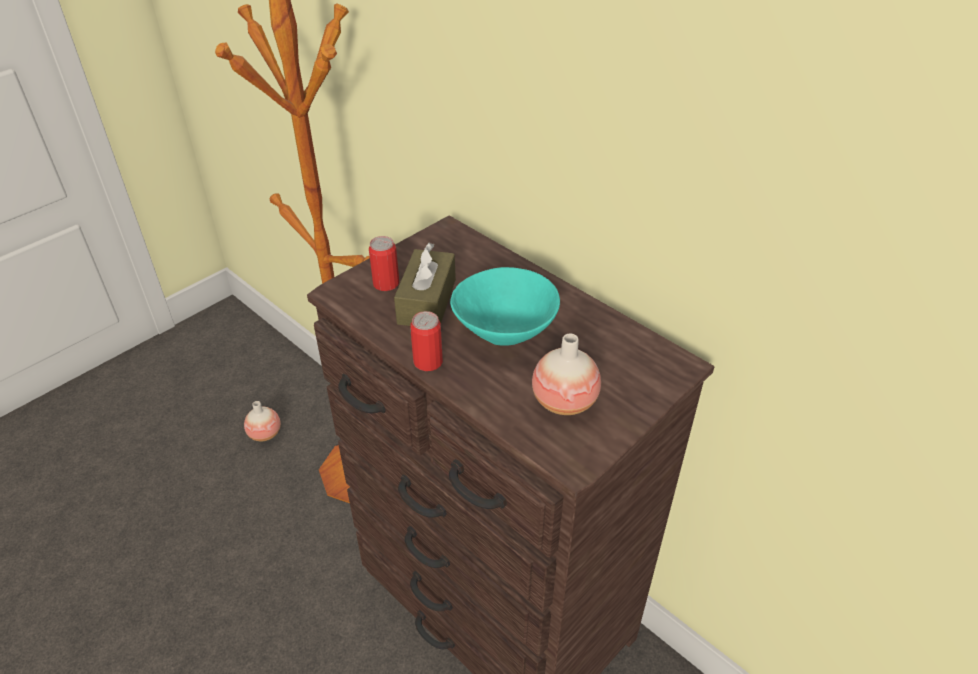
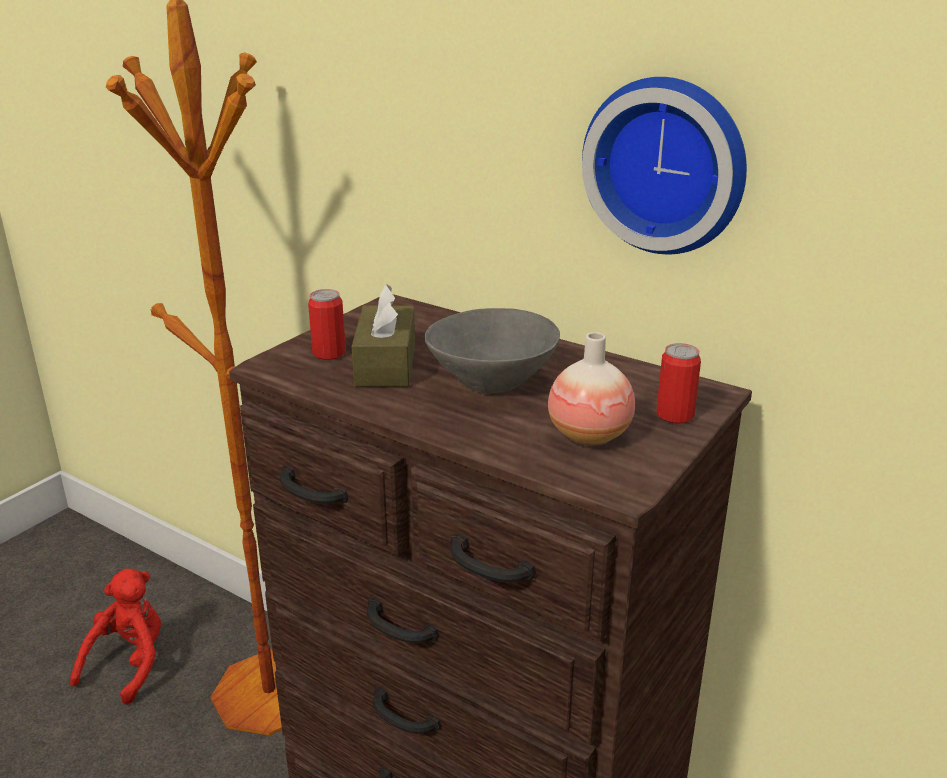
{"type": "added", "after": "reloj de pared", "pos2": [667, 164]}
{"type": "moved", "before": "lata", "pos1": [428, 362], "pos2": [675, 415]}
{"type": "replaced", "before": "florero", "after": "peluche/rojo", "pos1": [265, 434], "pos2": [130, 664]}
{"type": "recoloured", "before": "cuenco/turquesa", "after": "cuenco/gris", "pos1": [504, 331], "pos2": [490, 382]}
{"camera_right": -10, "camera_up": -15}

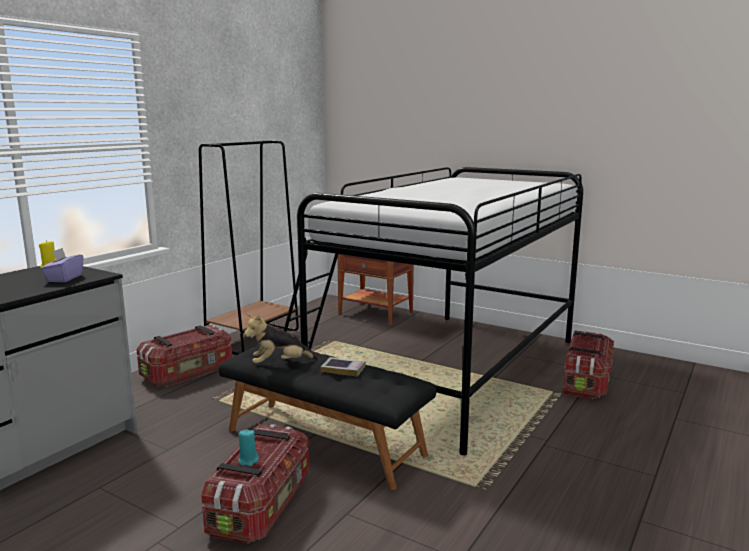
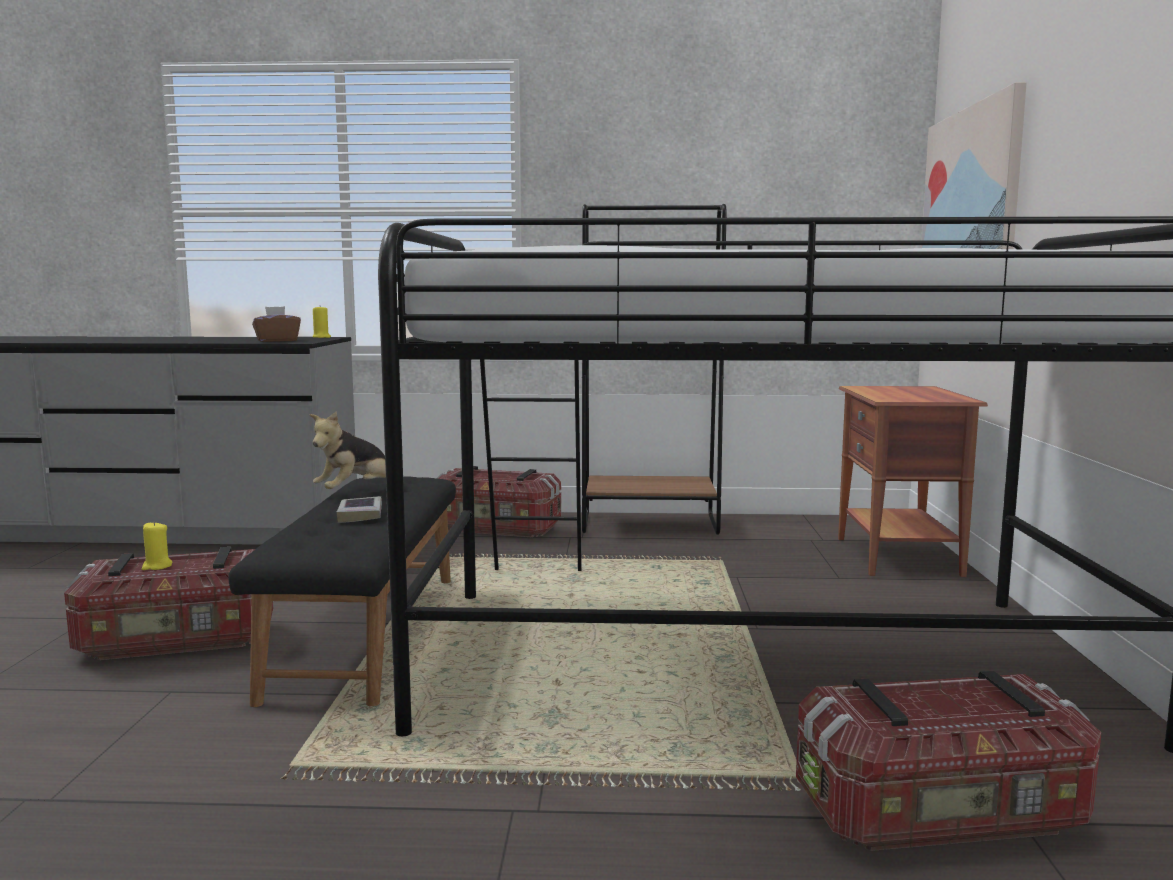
{"type": "added", "after": "cuadro", "pos2": [972, 184]}
{"type": "recoloured", "before": "caja de pañuelos/morado", "after": "caja de pañuelos/marrón", "pos1": [64, 278], "pos2": [277, 341]}
{"type": "recoloured", "before": "vela/turquesa", "after": "vela/amarillo", "pos1": [248, 461], "pos2": [157, 566]}
{"type": "turned", "before": "peluche", "pos1": [280, 364], "pos2": [356, 492], "turn": -90}
{"camera_right": 60, "camera_up": -5}

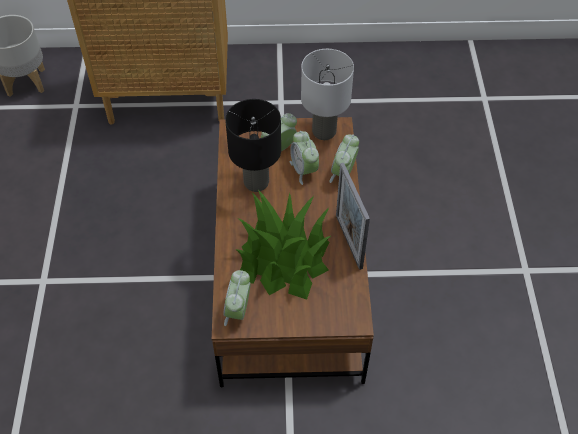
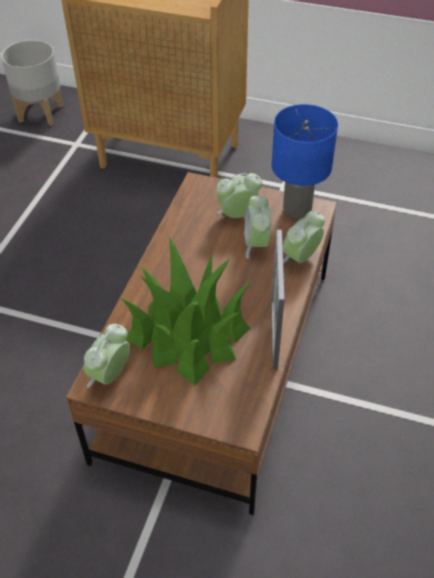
{"type": "removed", "before": "lámpara de mesa/negro", "pos1": [256, 182]}
{"type": "recoloured", "before": "lámpara de mesa/blanco", "after": "lámpara de mesa/azul", "pos1": [322, 133], "pos2": [295, 211]}
{"camera_right": 20, "camera_up": -5}

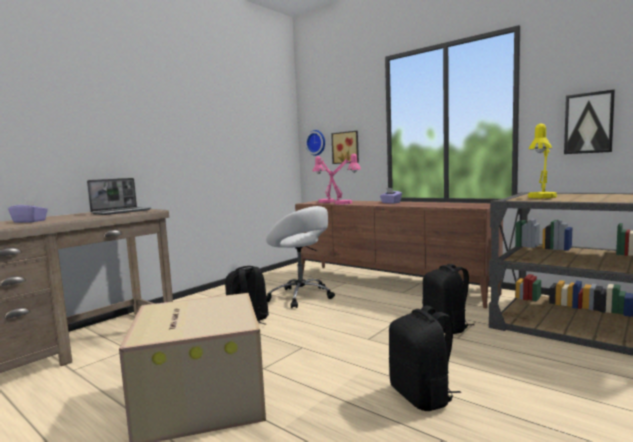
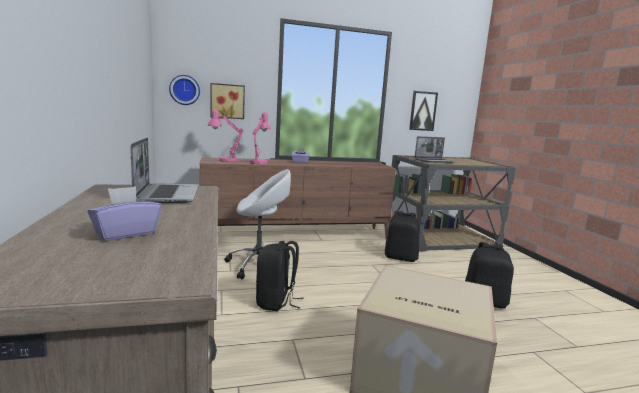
{"type": "replaced", "before": "lámpara de mesa/amarillo", "after": "portátil", "pos1": [541, 197], "pos2": [434, 161]}
{"camera_right": -55, "camera_up": 5}

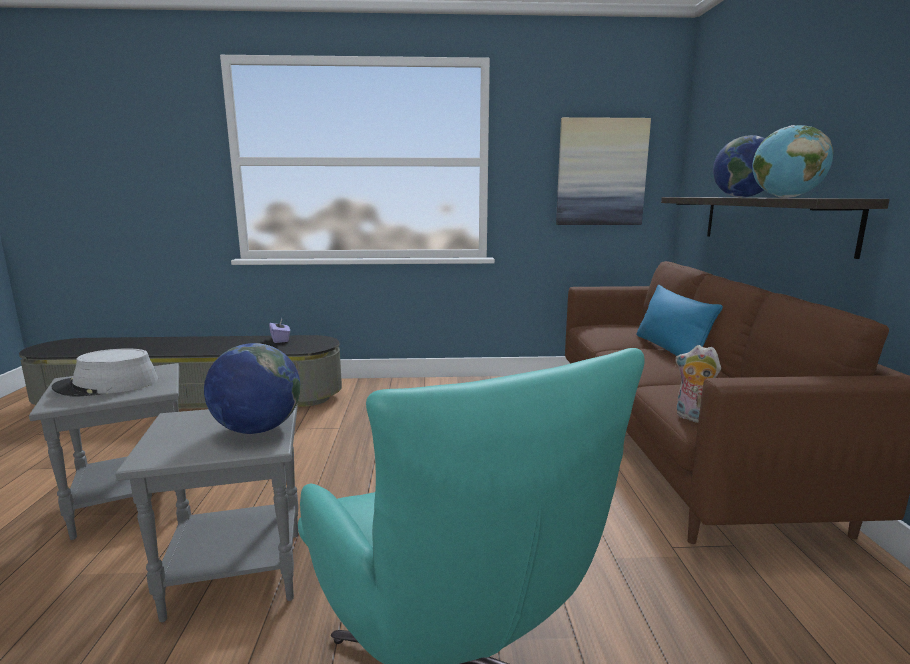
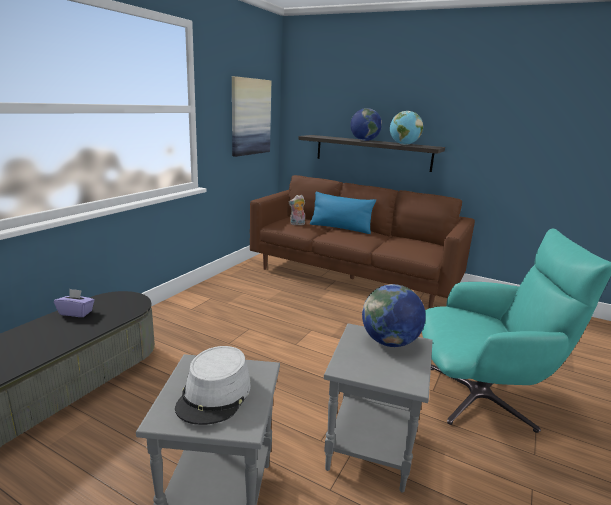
{"type": "moved", "before": "peluche", "pos1": [693, 418], "pos2": [297, 224]}
{"camera_right": -60, "camera_up": 5}

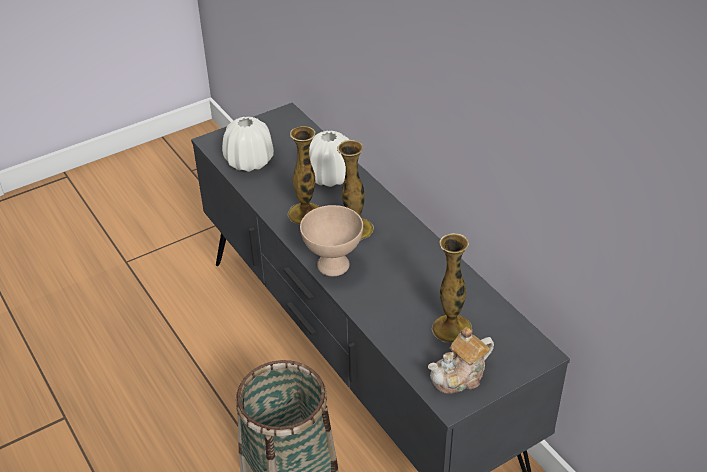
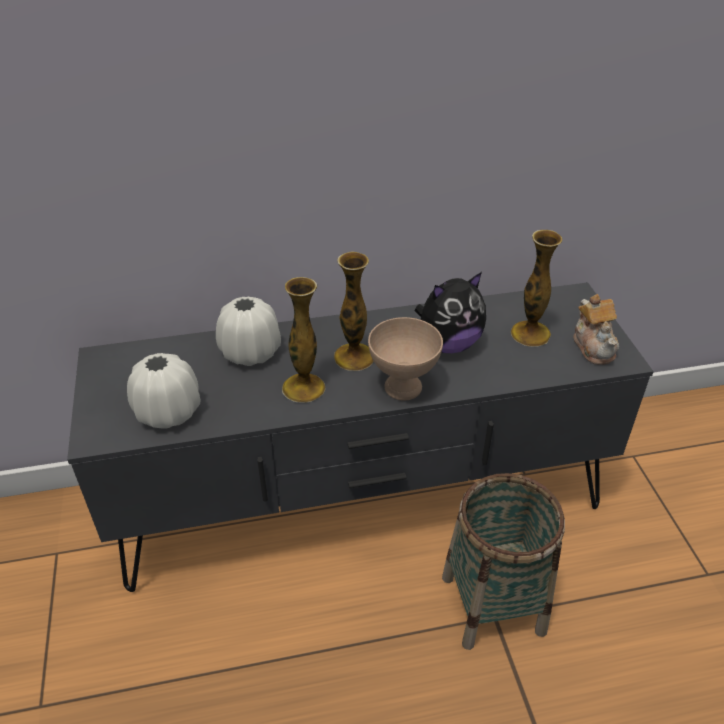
{"type": "added", "after": "peluche", "pos2": [448, 344]}
{"camera_right": -70, "camera_up": 0}

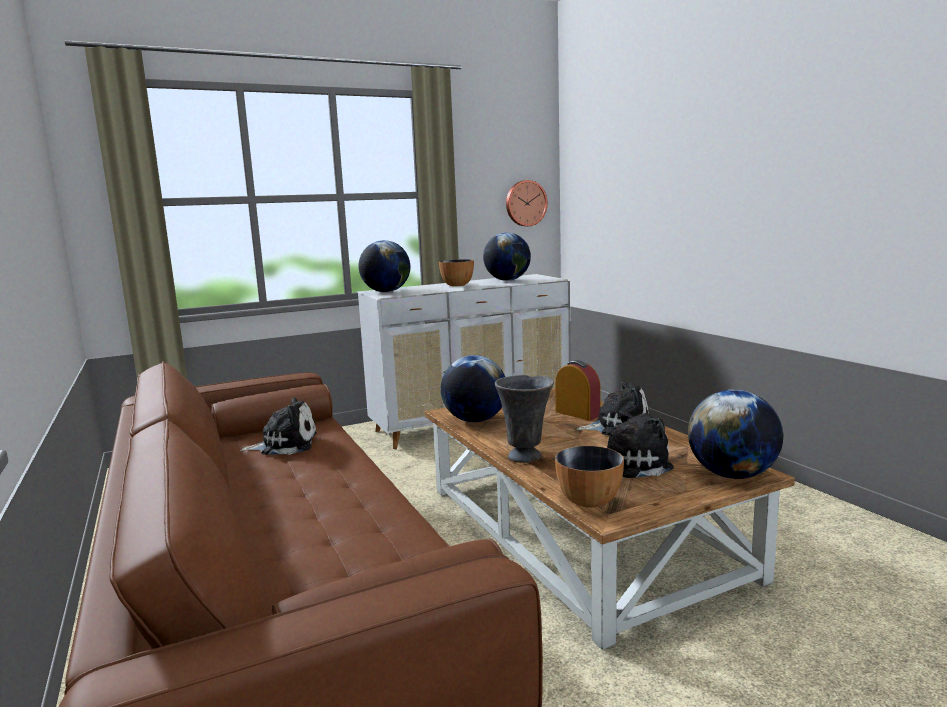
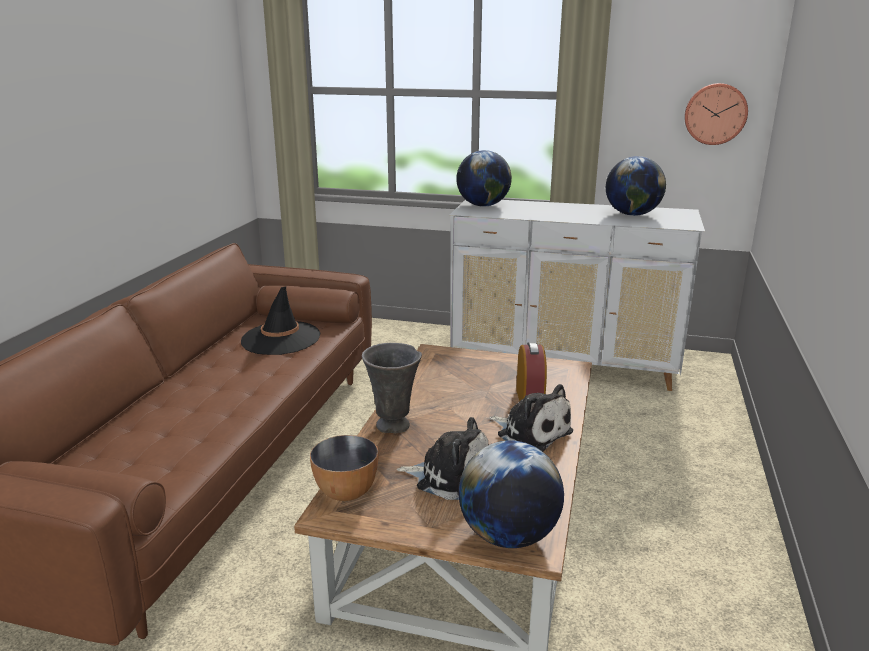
{"type": "removed", "before": "cuenco", "pos1": [457, 285]}
{"type": "removed", "before": "globo terráqueo", "pos1": [475, 420]}
{"type": "replaced", "before": "peluche", "after": "sombrero/negro", "pos1": [285, 445], "pos2": [281, 339]}
{"camera_right": 40, "camera_up": 10}

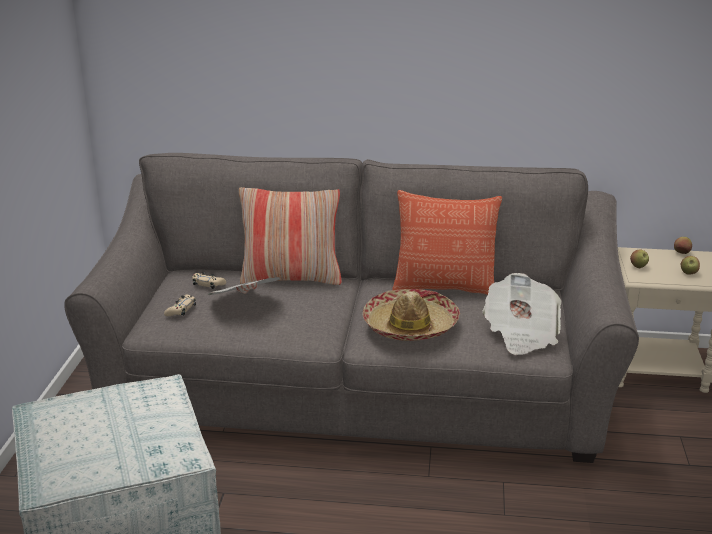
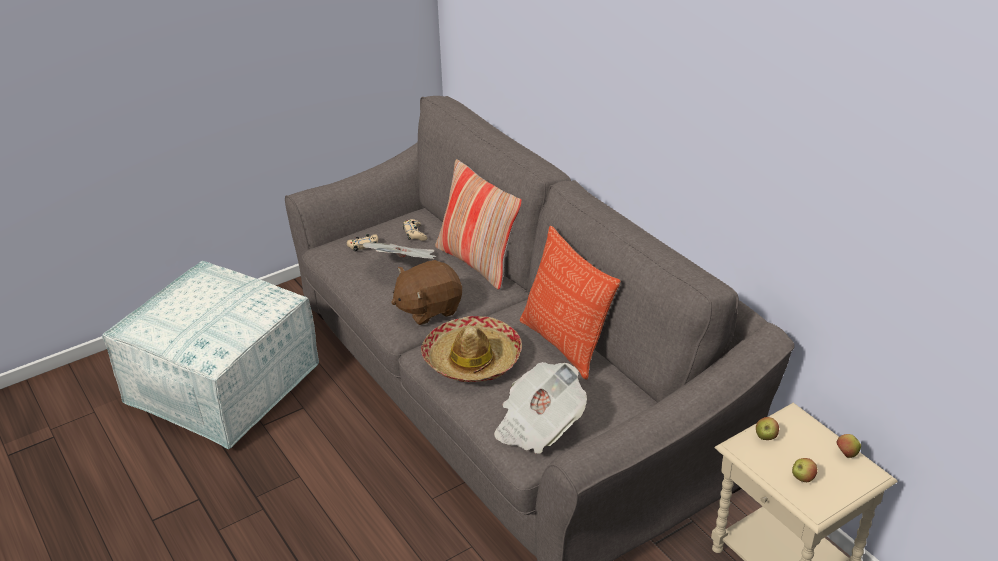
{"type": "added", "after": "peluche/marrón", "pos2": [428, 308]}
{"camera_right": 50, "camera_up": 10}

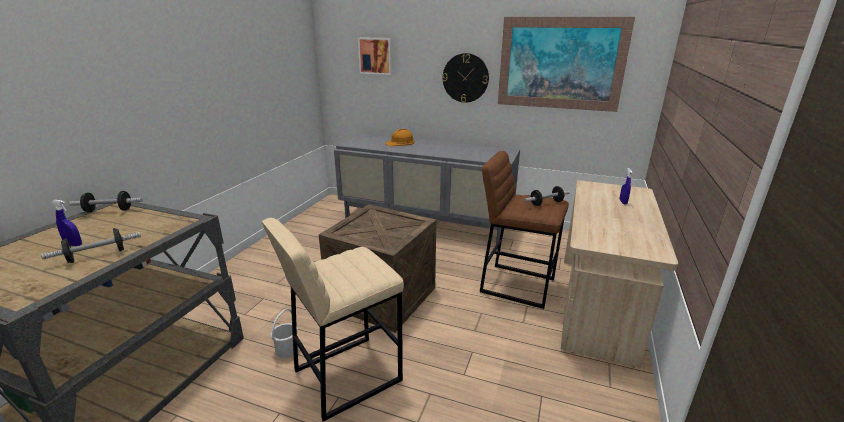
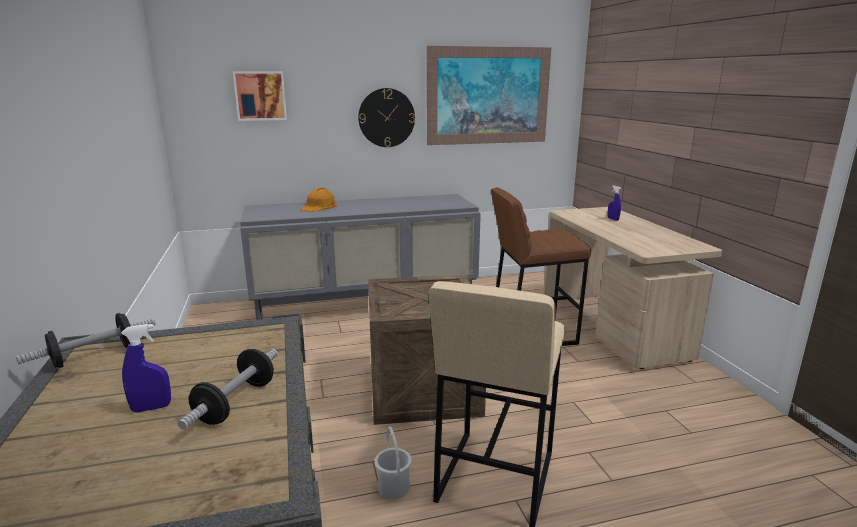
{"type": "removed", "before": "mancuerna", "pos1": [546, 203]}
{"camera_right": -35, "camera_up": -5}

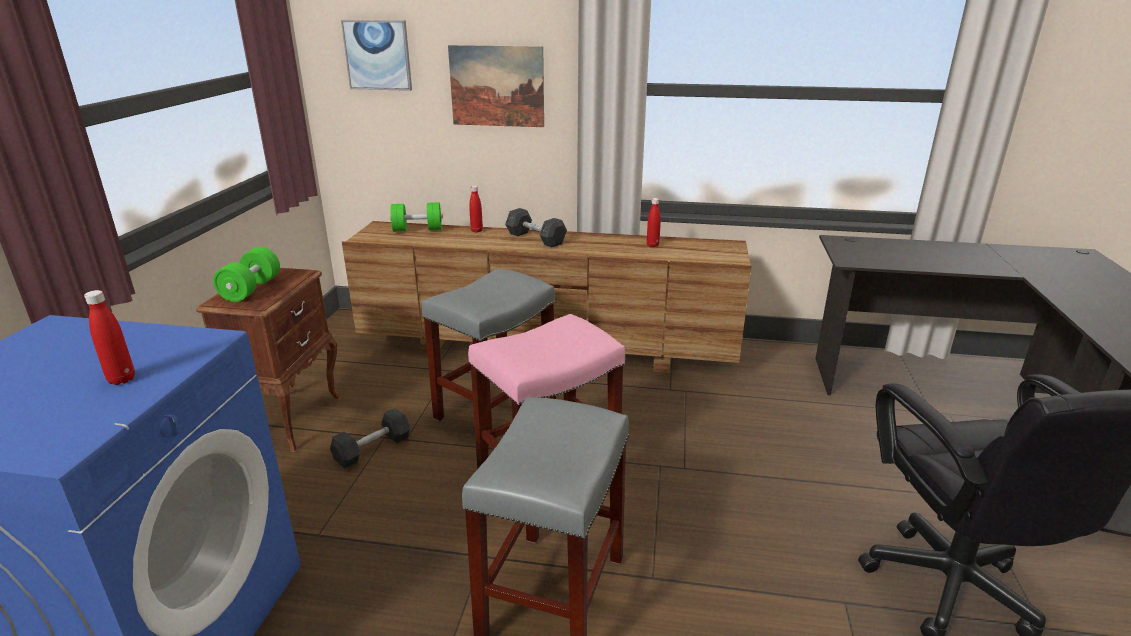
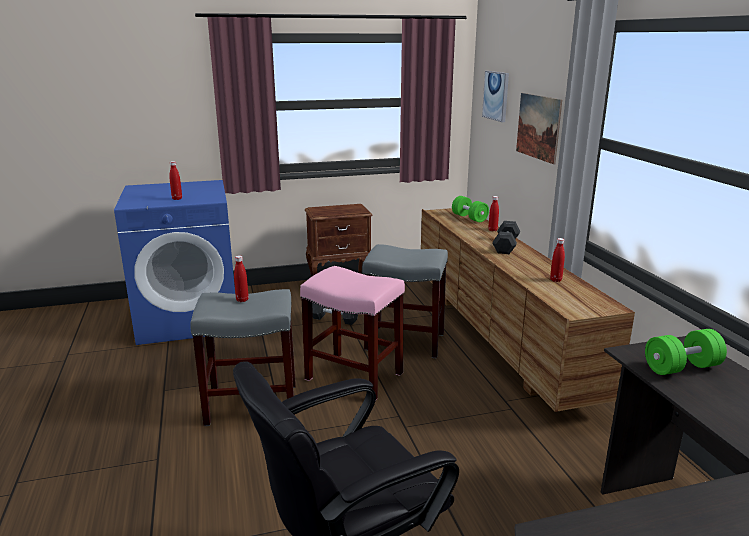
{"type": "added", "after": "botella/rojo", "pos2": [242, 300]}
{"type": "moved", "before": "mancuerna/verde", "pos1": [251, 289], "pos2": [681, 367]}
{"camera_right": 65, "camera_up": -5}

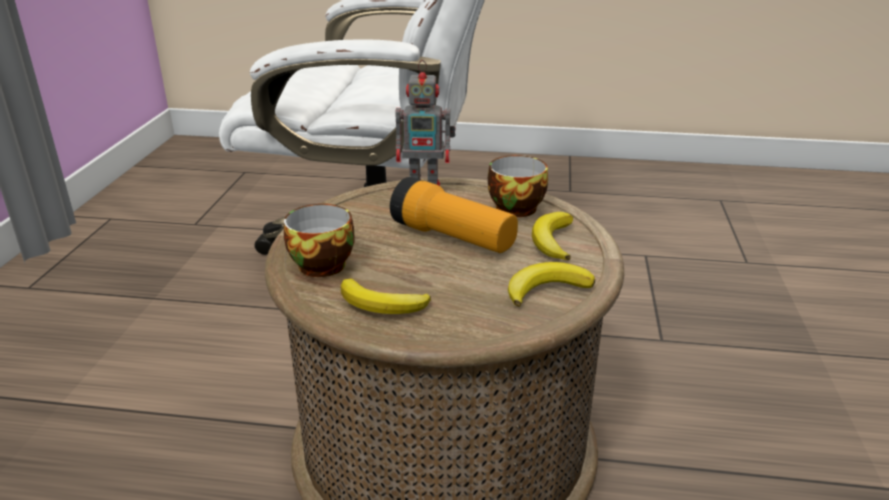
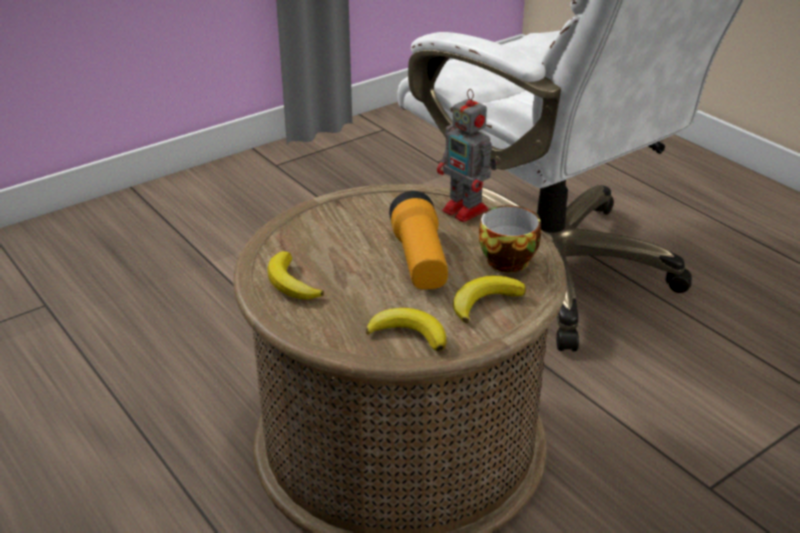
{"type": "removed", "before": "taza", "pos1": [322, 263]}
{"camera_right": 45, "camera_up": 5}

